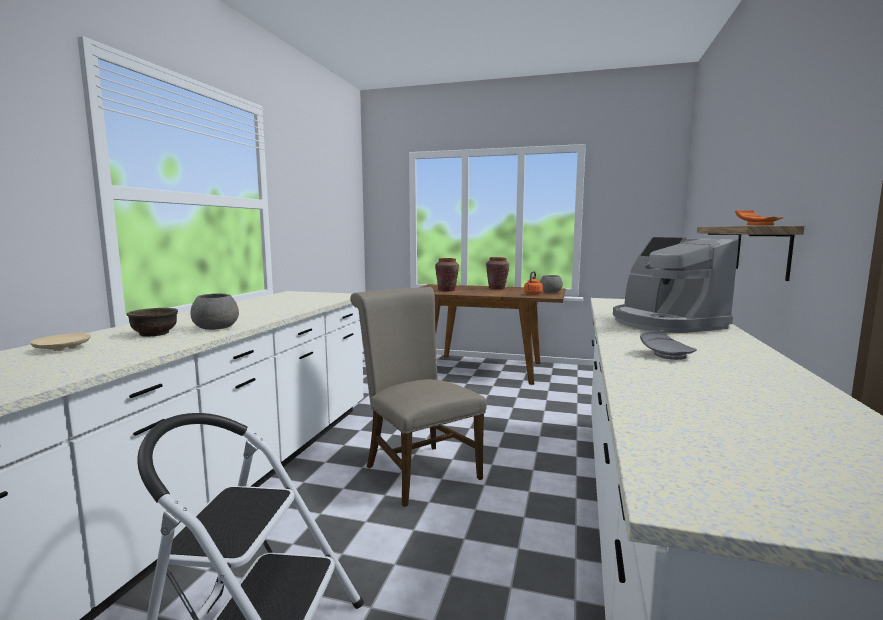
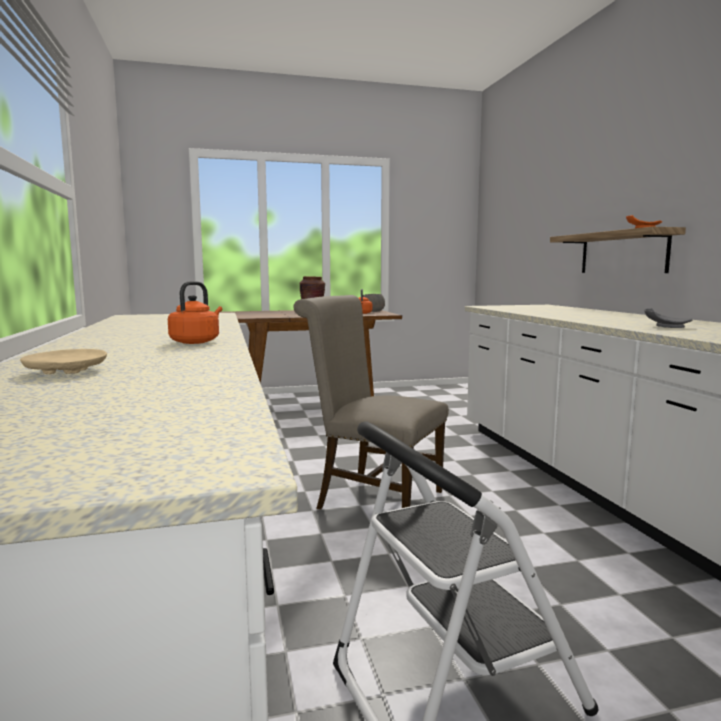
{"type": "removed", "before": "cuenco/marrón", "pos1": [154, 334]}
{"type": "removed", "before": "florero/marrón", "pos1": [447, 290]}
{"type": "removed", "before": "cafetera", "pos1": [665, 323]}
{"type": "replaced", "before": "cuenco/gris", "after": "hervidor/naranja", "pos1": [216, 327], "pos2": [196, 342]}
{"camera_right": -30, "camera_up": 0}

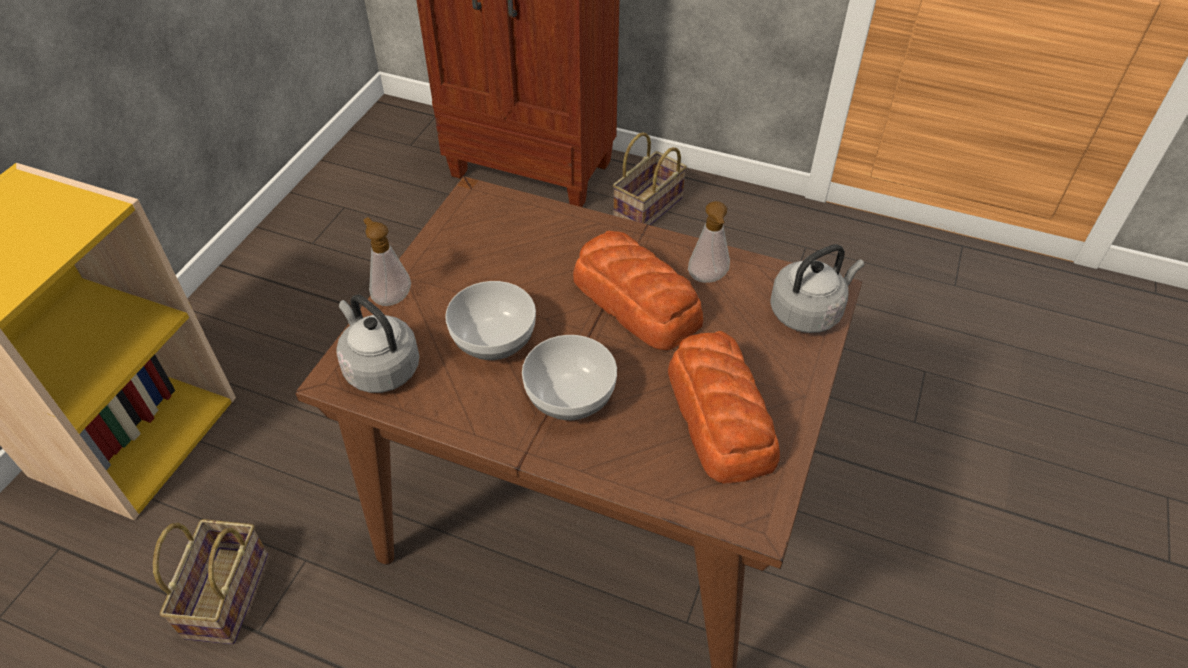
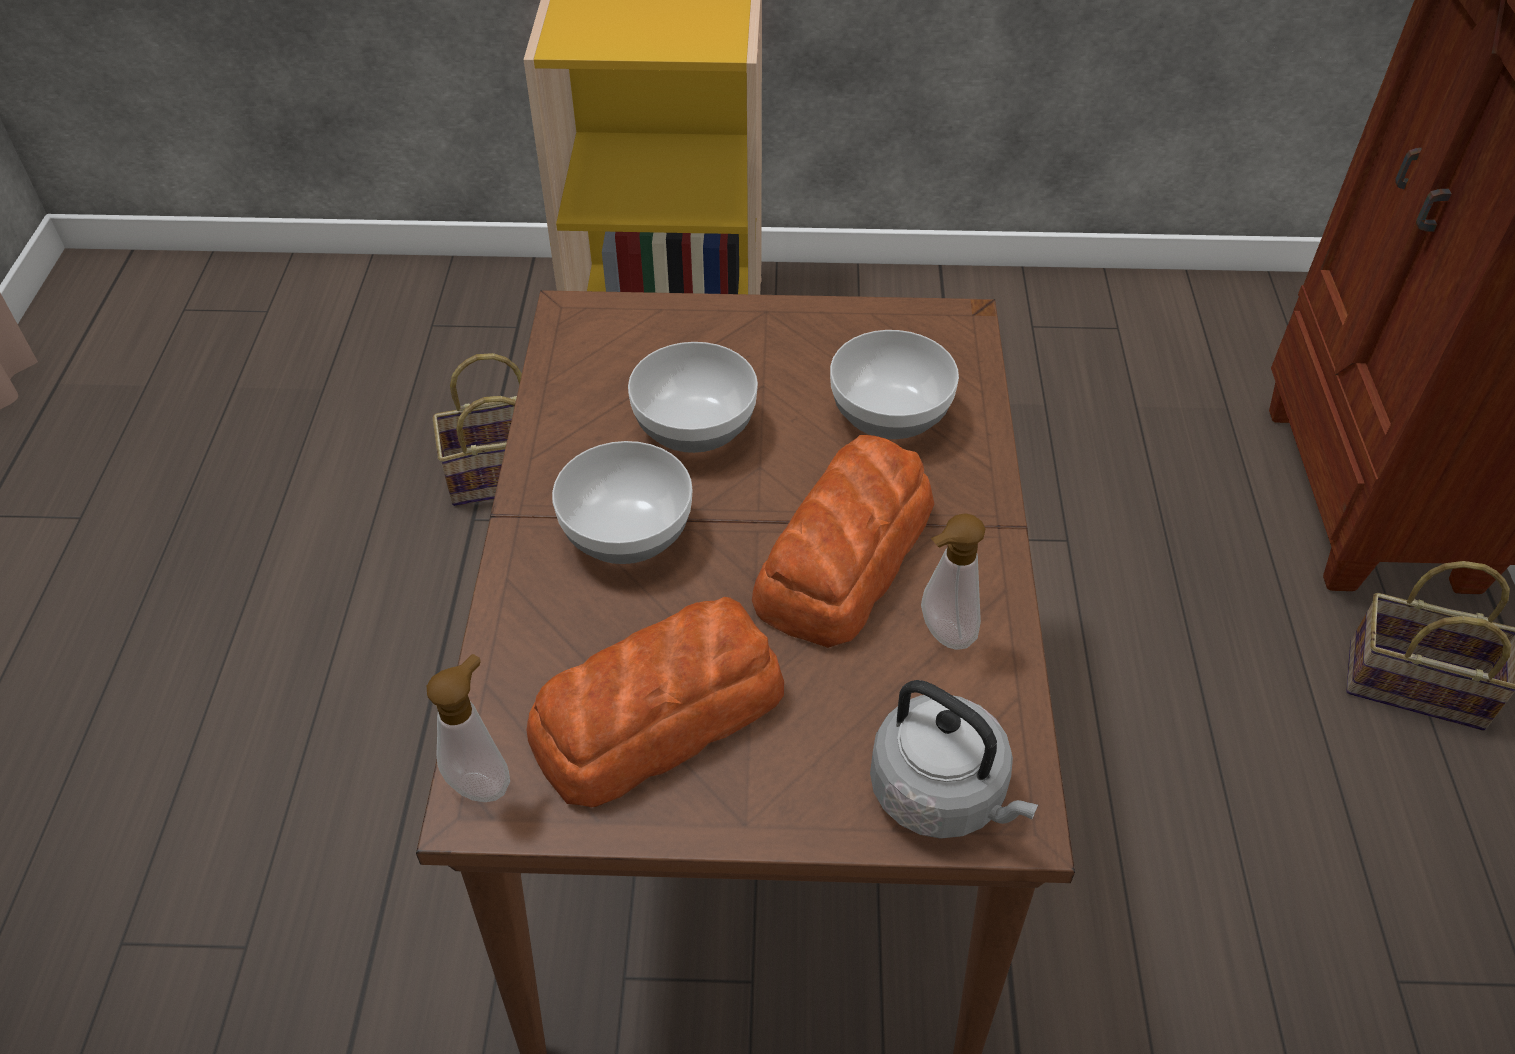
{"type": "removed", "before": "hervidor/gris", "pos1": [380, 367]}
{"type": "added", "after": "cuenco", "pos2": [888, 415]}
{"type": "moved", "before": "dispensador de jabón", "pos1": [391, 297], "pos2": [482, 780]}
{"camera_right": 70, "camera_up": 0}

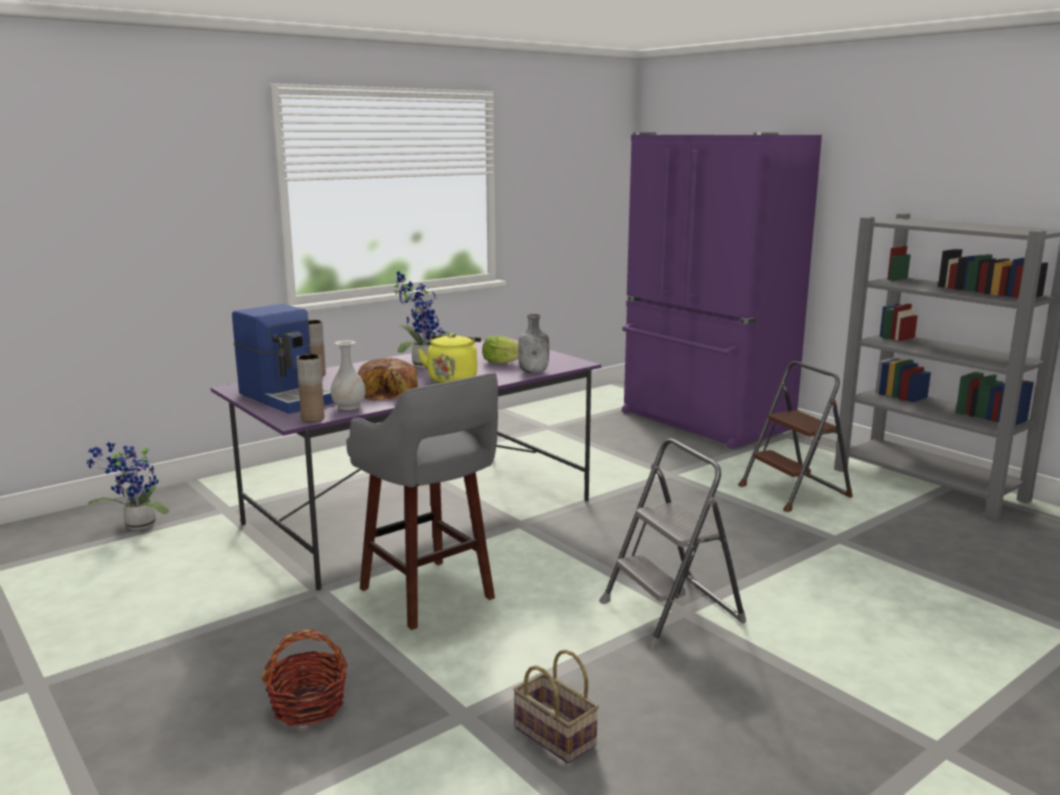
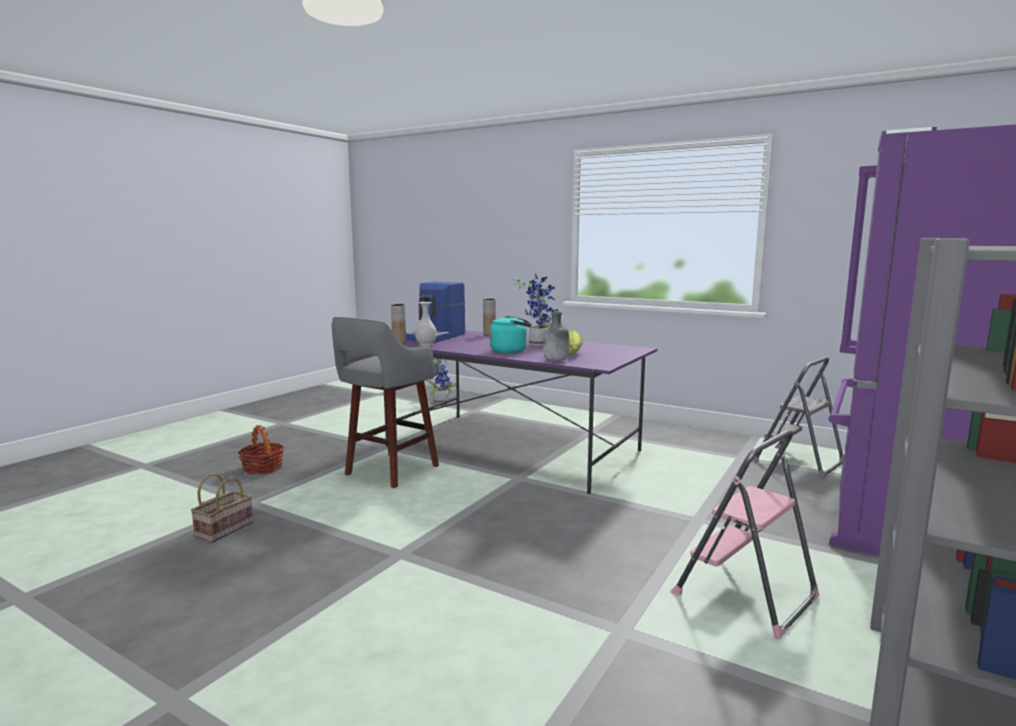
{"type": "removed", "before": "pan", "pos1": [389, 392]}
{"type": "moved", "before": "escalera de tijera/gris", "pos1": [676, 610], "pos2": [801, 462]}
{"type": "recoloured", "before": "hervidor/amarillo", "after": "hervidor/turquesa", "pos1": [453, 379], "pos2": [510, 351]}
{"type": "recoloured", "before": "escalera de tijera/marrón", "after": "escalera de tijera/rosa", "pos1": [798, 490], "pos2": [749, 597]}
{"camera_right": 70, "camera_up": -5}

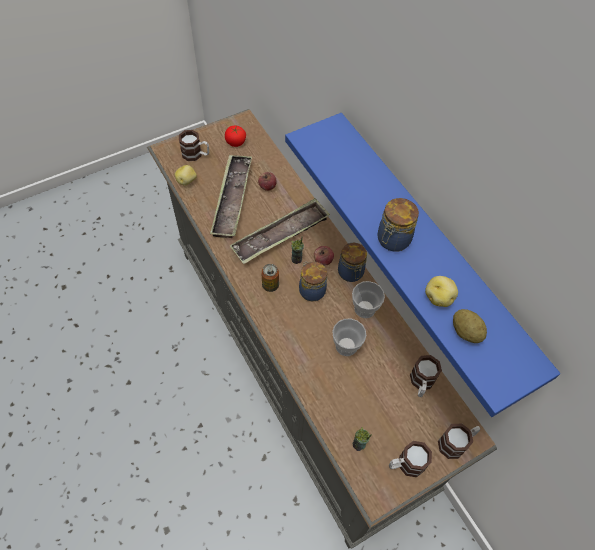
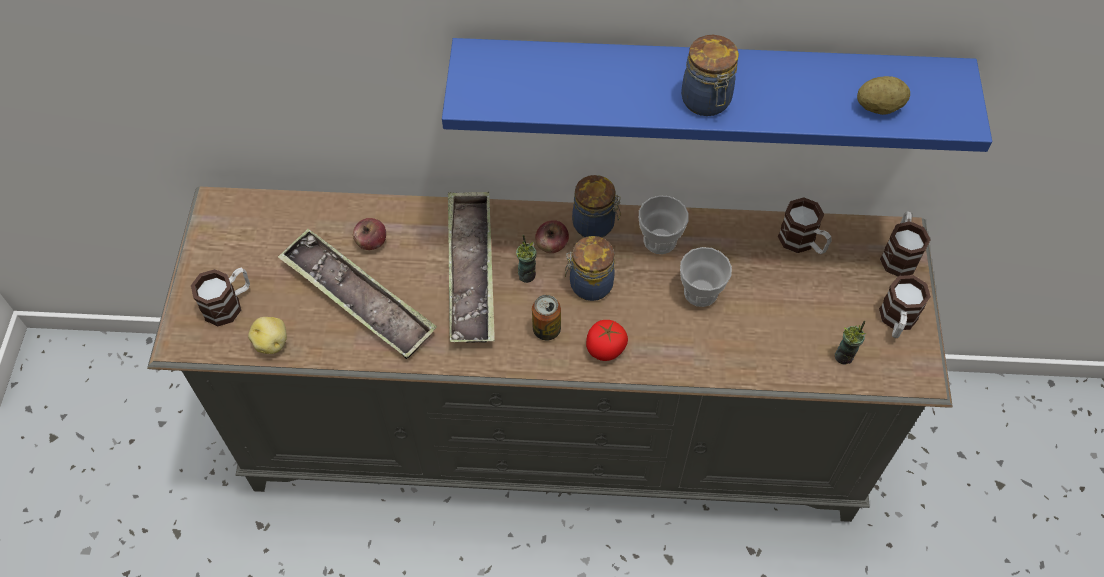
{"type": "removed", "before": "patata", "pos1": [439, 297]}
{"type": "moved", "before": "tomate", "pos1": [235, 142], "pos2": [605, 348]}
{"camera_right": -55, "camera_up": 0}

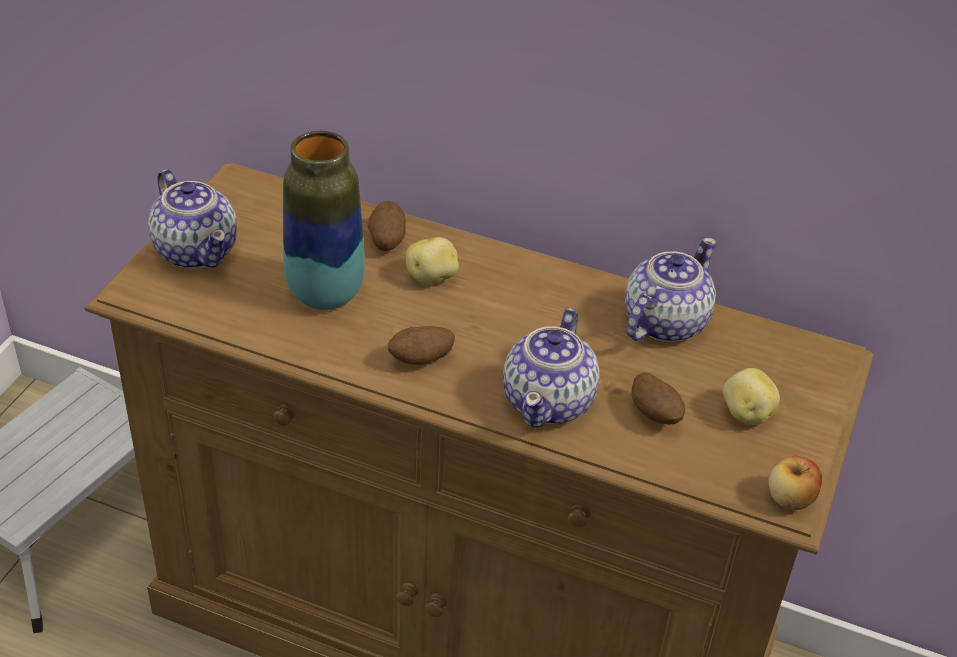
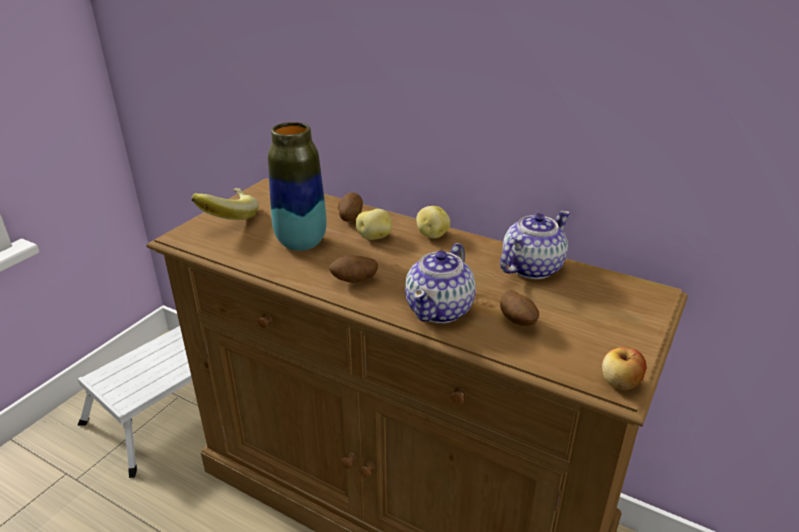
{"type": "moved", "before": "patata", "pos1": [745, 414], "pos2": [431, 235]}
{"type": "replaced", "before": "tetera", "after": "plátano", "pos1": [196, 250], "pos2": [227, 218]}
{"camera_right": 10, "camera_up": -10}

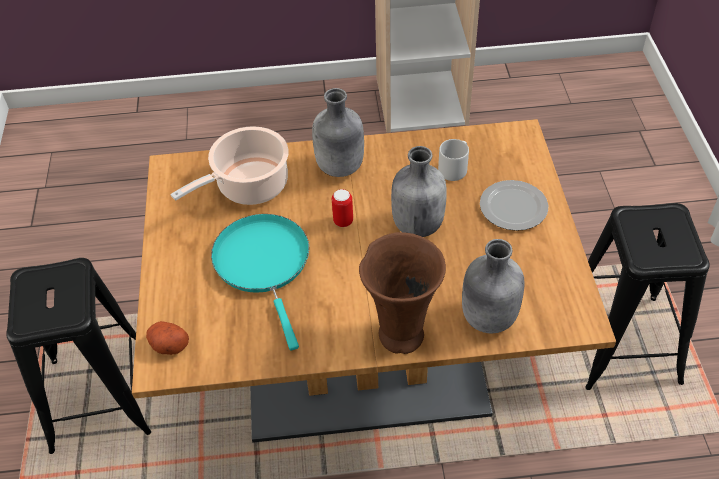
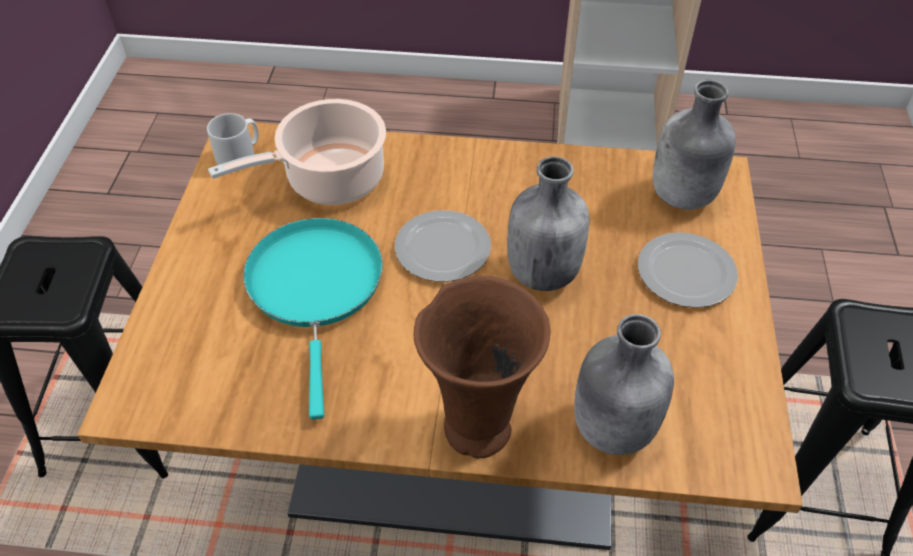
{"type": "removed", "before": "patata", "pos1": [168, 345]}
{"type": "moved", "before": "botella/gris", "pos1": [340, 167], "pos2": [682, 197]}
{"type": "moved", "before": "taza grande/gris", "pos1": [454, 169], "pos2": [240, 155]}
{"type": "replaced", "before": "lata", "after": "plato", "pos1": [343, 221], "pos2": [441, 249]}
{"camera_right": 10, "camera_up": 0}

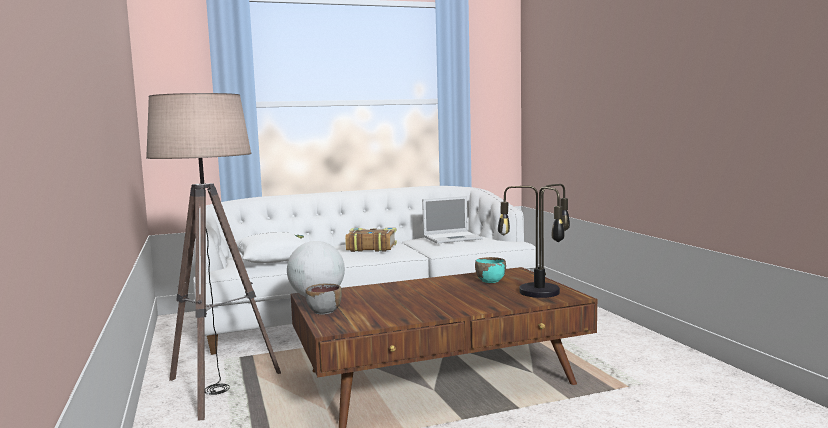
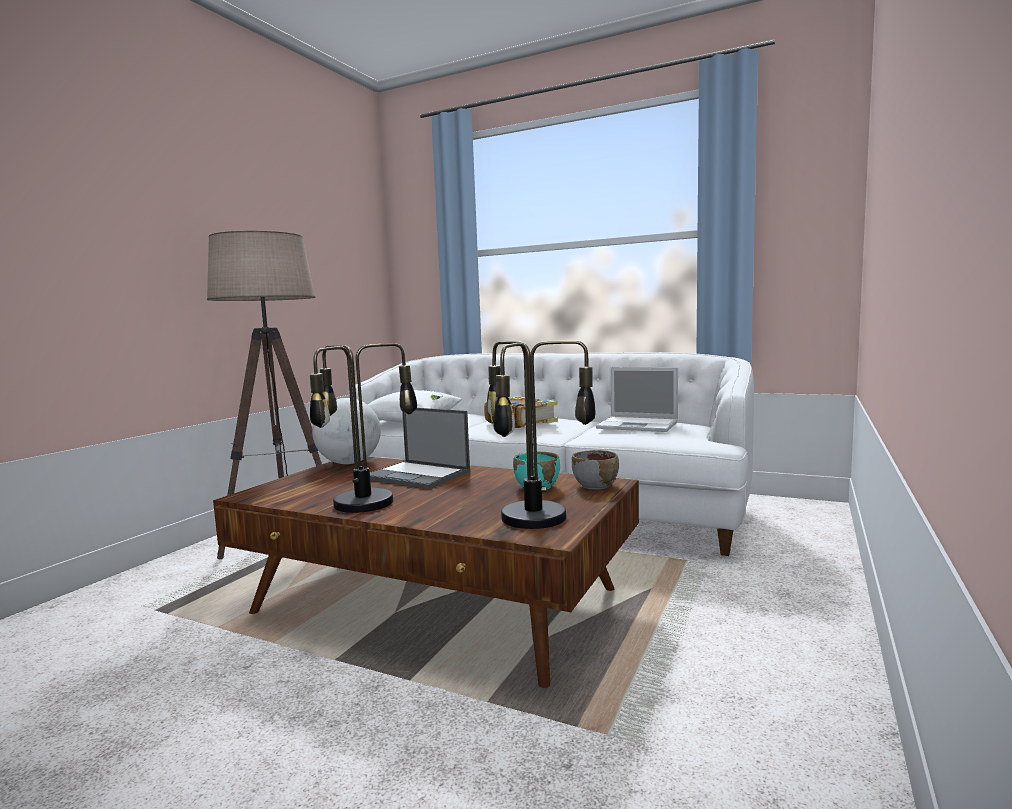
{"type": "added", "after": "lámpara de mesa", "pos2": [363, 503]}
{"type": "added", "after": "portátil", "pos2": [418, 475]}
{"type": "moved", "before": "cuenco/gris", "pos1": [324, 311], "pos2": [595, 486]}
{"camera_right": 45, "camera_up": 0}

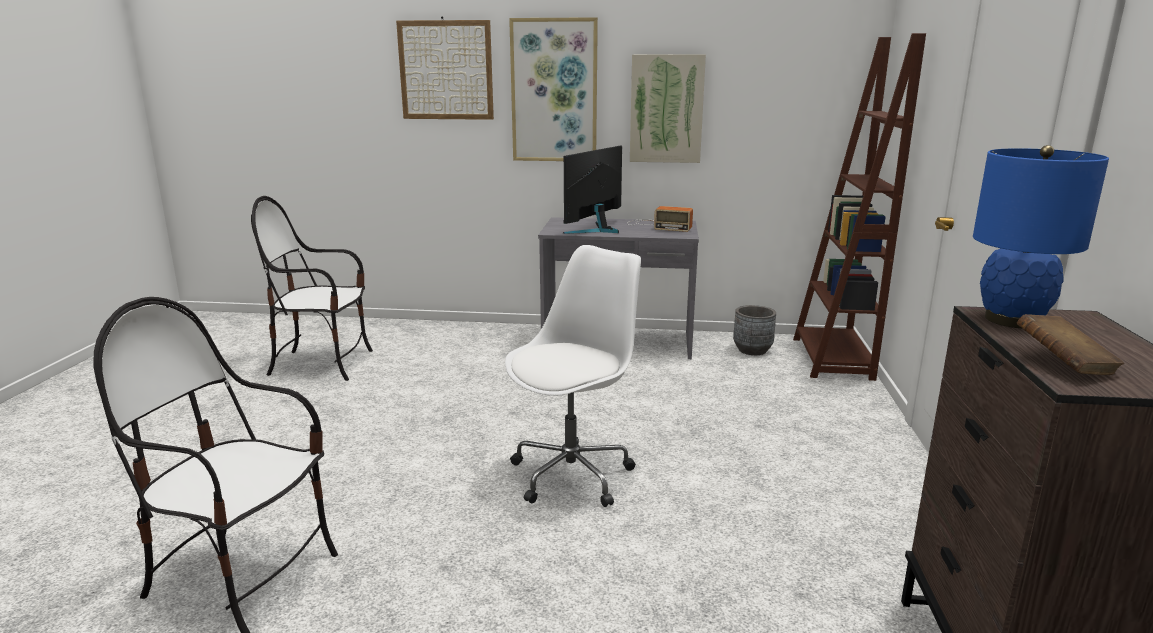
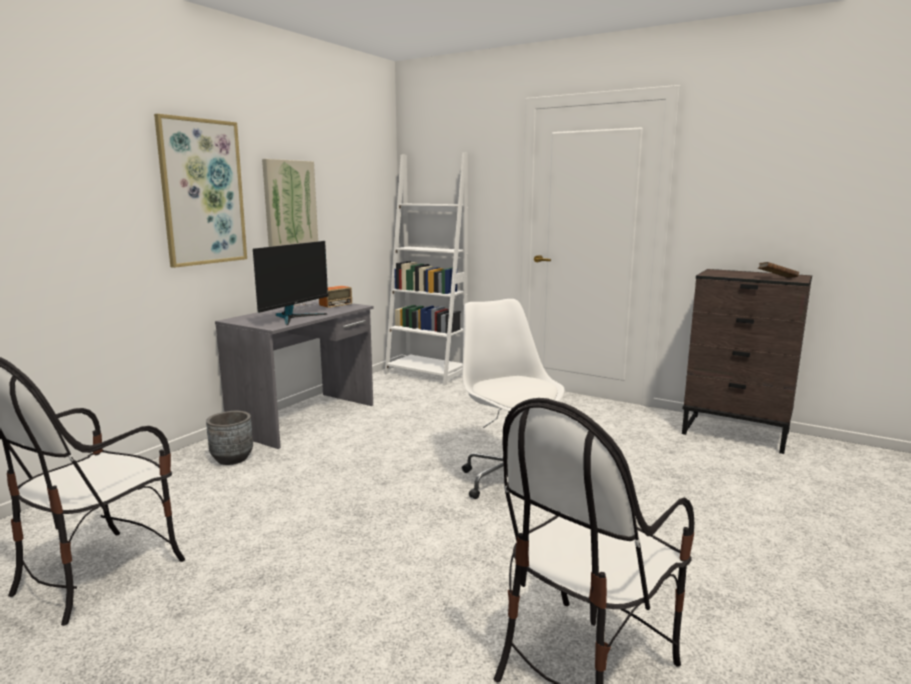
{"type": "removed", "before": "cuadro", "pos1": [446, 68]}
{"type": "removed", "before": "lámpara de mesa/azul", "pos1": [1012, 320]}
{"type": "moved", "before": "maceta/gris", "pos1": [752, 350], "pos2": [232, 458]}
{"type": "recoloured", "before": "estantería/marrón", "after": "estantería/blanco", "pos1": [832, 358], "pos2": [426, 374]}
{"type": "turned", "before": "monitor", "pos1": [596, 230], "pos2": [294, 317], "turn": -120}
{"camera_right": -65, "camera_up": -5}

